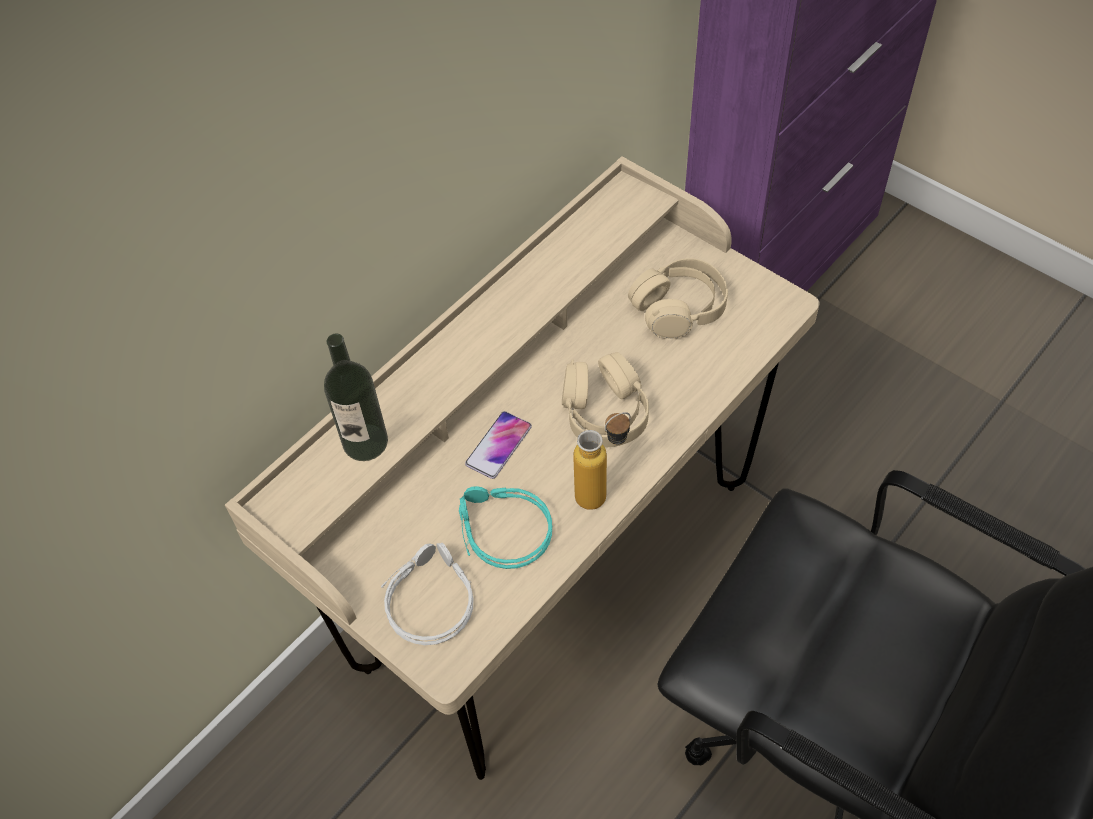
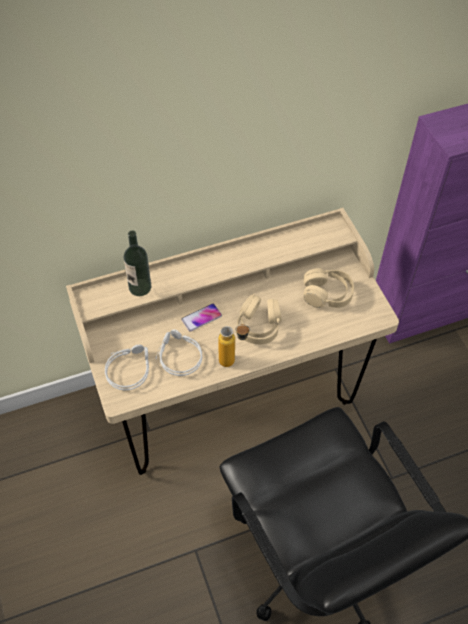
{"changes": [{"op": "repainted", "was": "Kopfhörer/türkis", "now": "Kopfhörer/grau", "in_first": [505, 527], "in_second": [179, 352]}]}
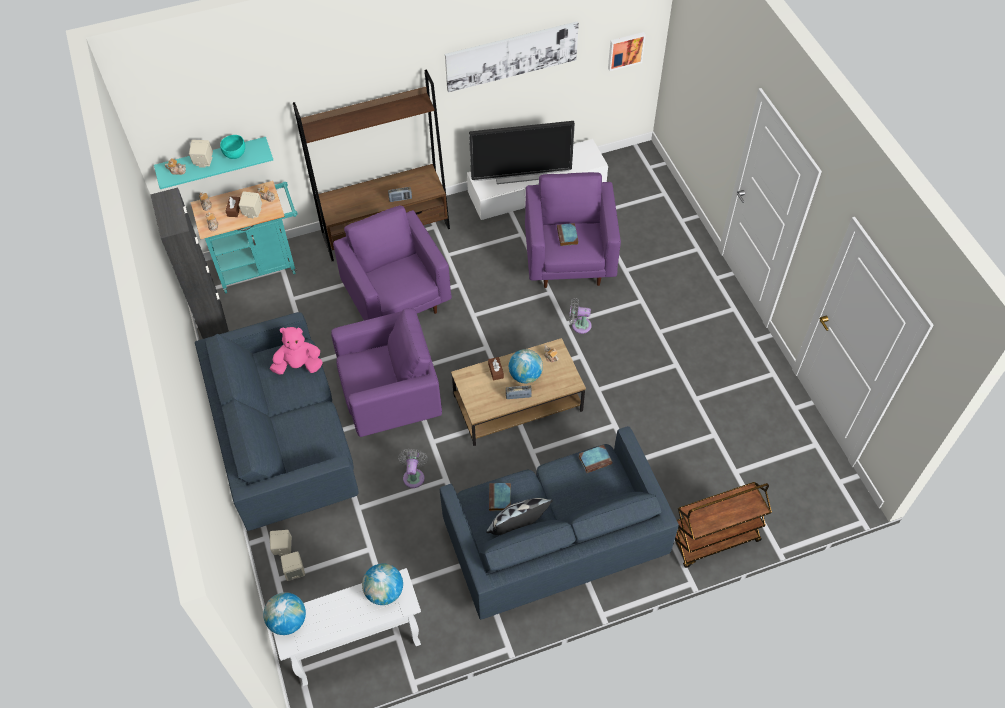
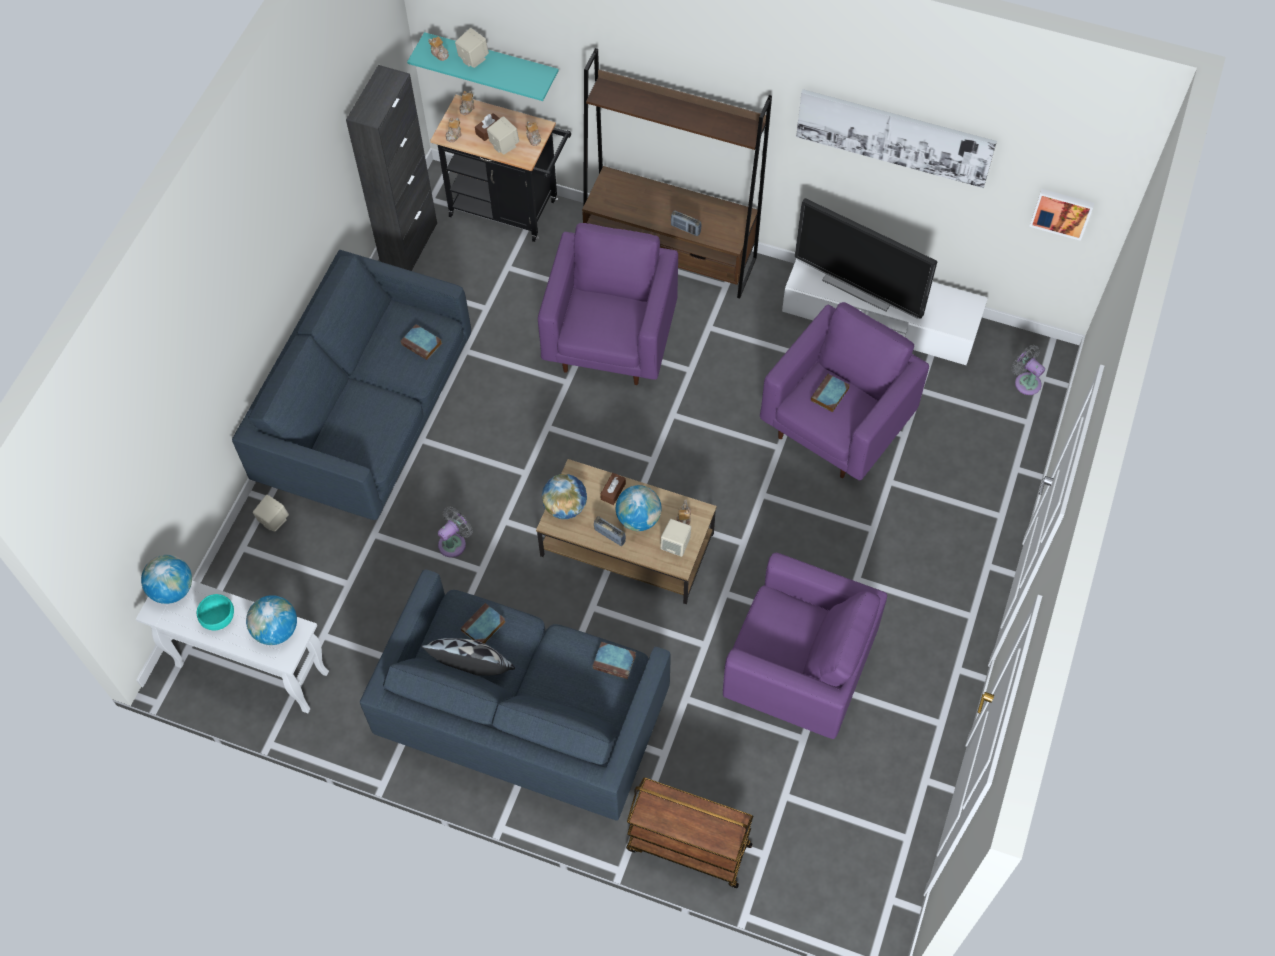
{"changes": [{"op": "shifted", "was": "Schüssel/türkis", "in_first": [232, 147], "in_second": [215, 612]}, {"op": "repainted", "was": "Rollwagen/türkis", "now": "Rollwagen/schwarz", "in_first": [244, 237], "in_second": [500, 168]}, {"op": "shifted", "was": "Ventilator/grau", "in_first": [580, 316], "in_second": [1028, 370]}, {"op": "shifted", "was": "Sessel/lila", "in_first": [386, 372], "in_second": [805, 646]}, {"op": "swapped", "was": "Plüschtier/rosa", "now": "Buch", "in_first": [296, 351], "in_second": [421, 342]}, {"op": "shifted", "was": "Lautsprecher/beige", "in_first": [293, 566], "in_second": [675, 538]}, {"op": "new", "now": "Globus", "in_second": [564, 496]}]}
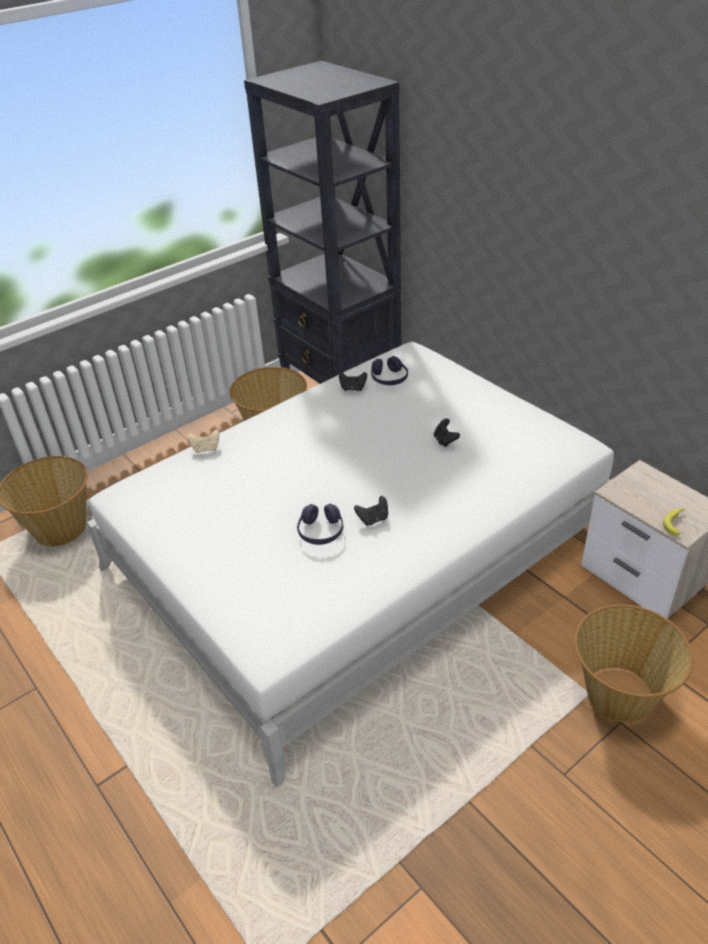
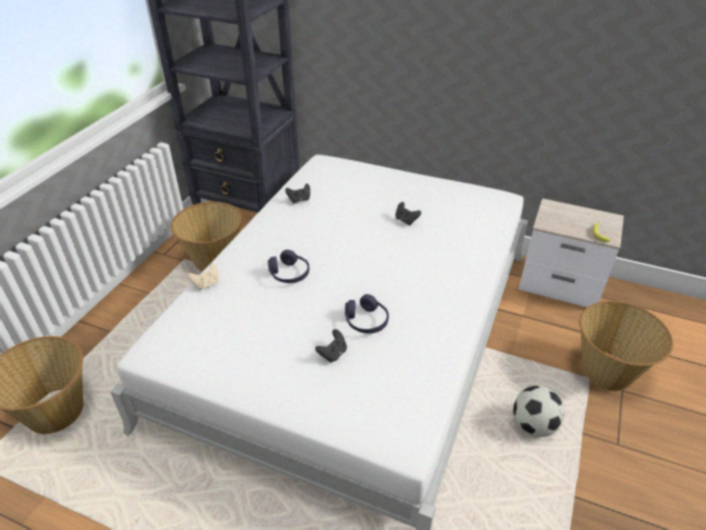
{"changes": [{"op": "shifted", "was": "Kopfhörer/lila", "in_first": [389, 370], "in_second": [288, 266]}, {"op": "shifted", "was": "Gamepad/schwarz", "in_first": [371, 511], "in_second": [331, 345]}, {"op": "new", "now": "Fußball", "in_second": [539, 411]}]}
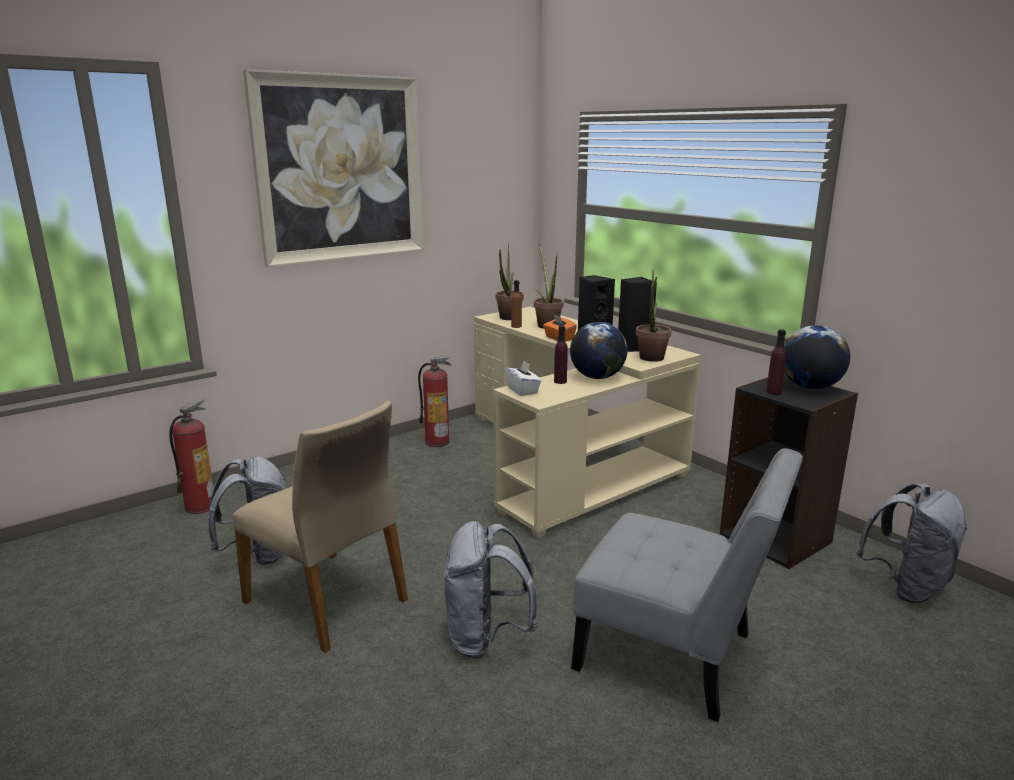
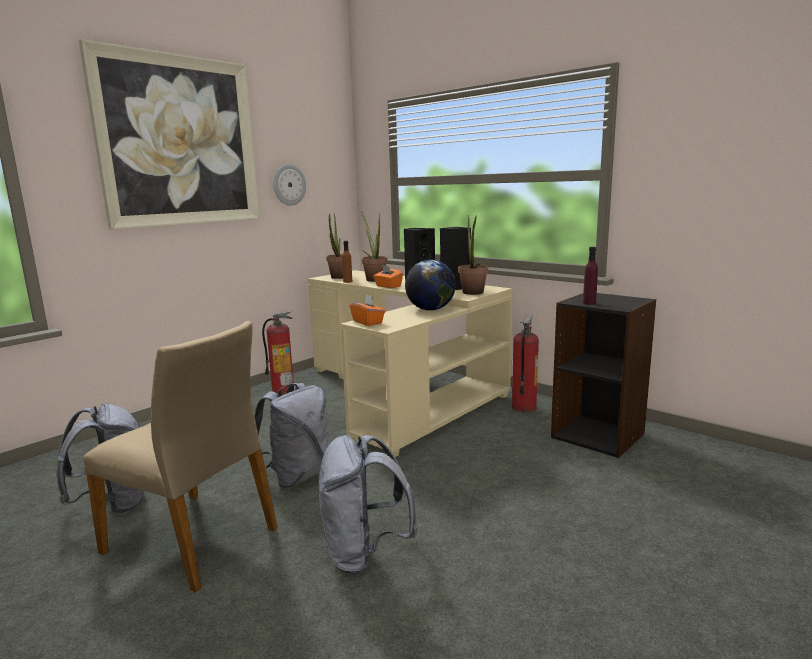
{"changes": [{"op": "gone", "was": "Globus", "in_first": [817, 357]}, {"op": "gone", "was": "Flasche/lila", "in_first": [561, 355]}, {"op": "repainted", "was": "Taschentuchbox/weiß", "now": "Taschentuchbox/orange", "in_first": [523, 378], "in_second": [367, 310]}, {"op": "shifted", "was": "Feuerlöscher", "in_first": [191, 456], "in_second": [525, 364]}, {"op": "gone", "was": "Stuhl/grau", "in_first": [687, 585]}, {"op": "shifted", "was": "Rucksack/grau", "in_first": [911, 543], "in_second": [292, 435]}, {"op": "new", "now": "Wanduhr", "in_second": [289, 185]}]}
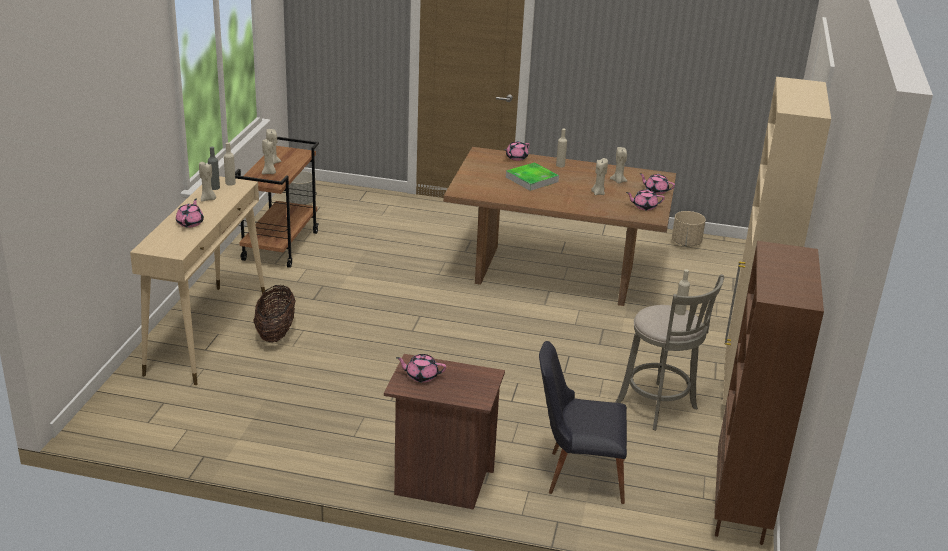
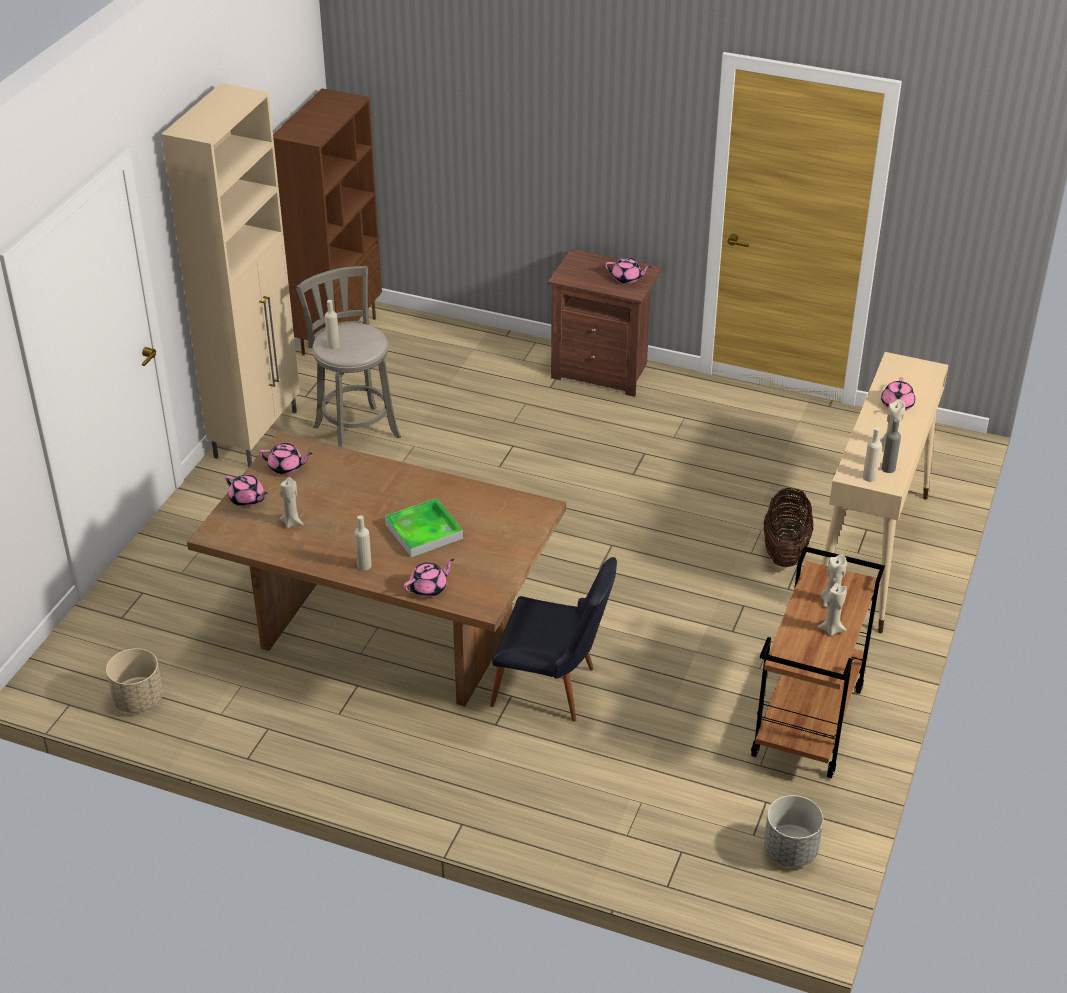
{"changes": [{"op": "gone", "was": "Kerze/beige", "in_first": [599, 176]}, {"op": "shifted", "was": "Stuhl/schwarz", "in_first": [583, 422], "in_second": [553, 639]}]}
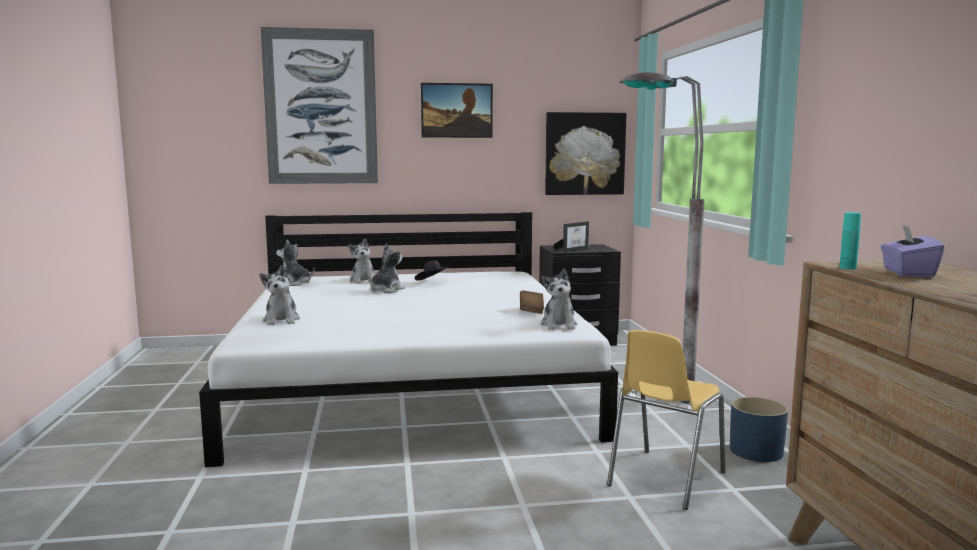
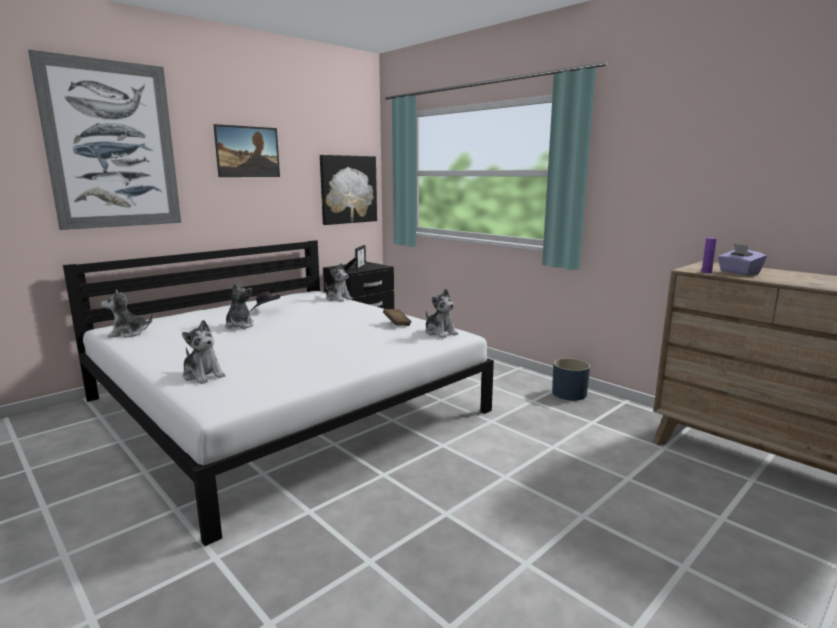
{"changes": [{"op": "gone", "was": "Stehlampe/grau", "in_first": [661, 238]}, {"op": "repainted", "was": "Flasche/türkis", "now": "Flasche/lila", "in_first": [850, 240], "in_second": [709, 255]}, {"op": "shifted", "was": "Plüschtier", "in_first": [361, 261], "in_second": [339, 282]}, {"op": "gone", "was": "Stuhl/gelb", "in_first": [666, 420]}]}
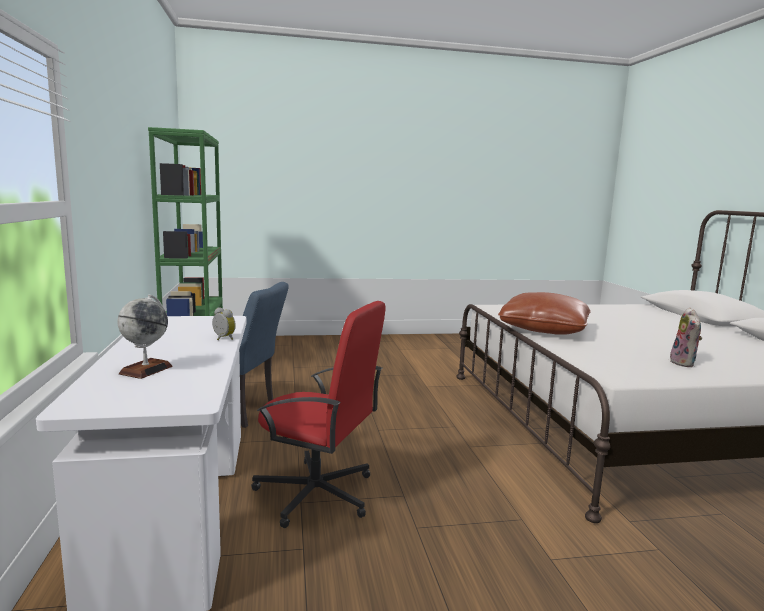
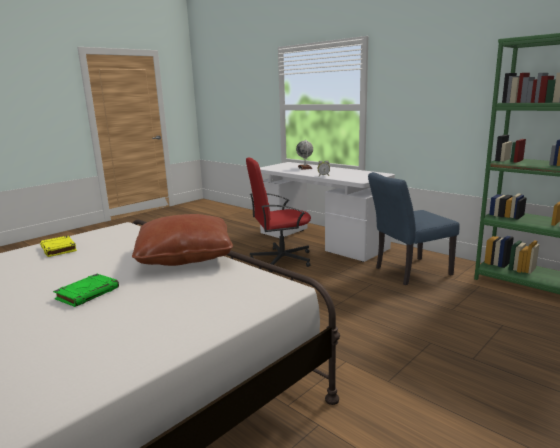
{"changes": [{"op": "swapped", "was": "Plüschtier", "now": "Buch/gelb", "in_first": [685, 337], "in_second": [58, 246]}, {"op": "new", "now": "Buch/grün", "in_second": [86, 290]}]}
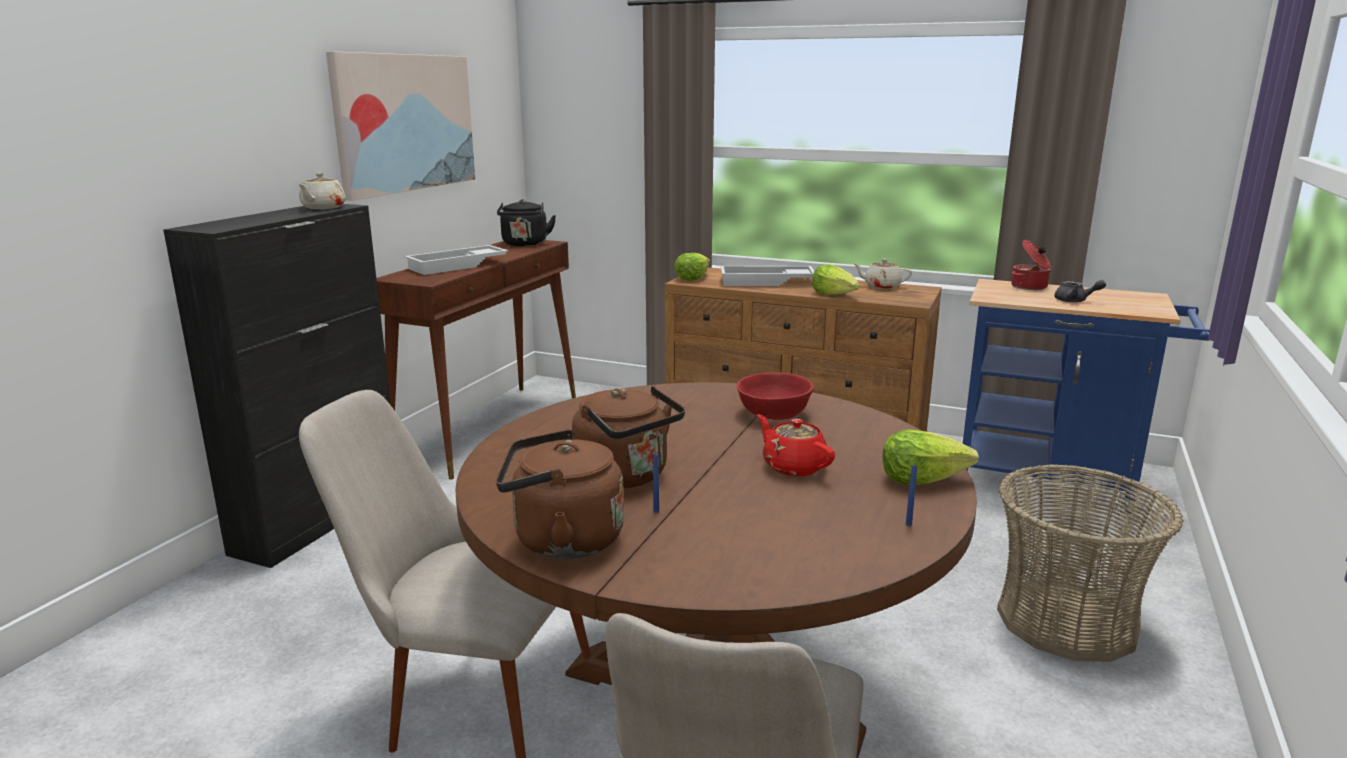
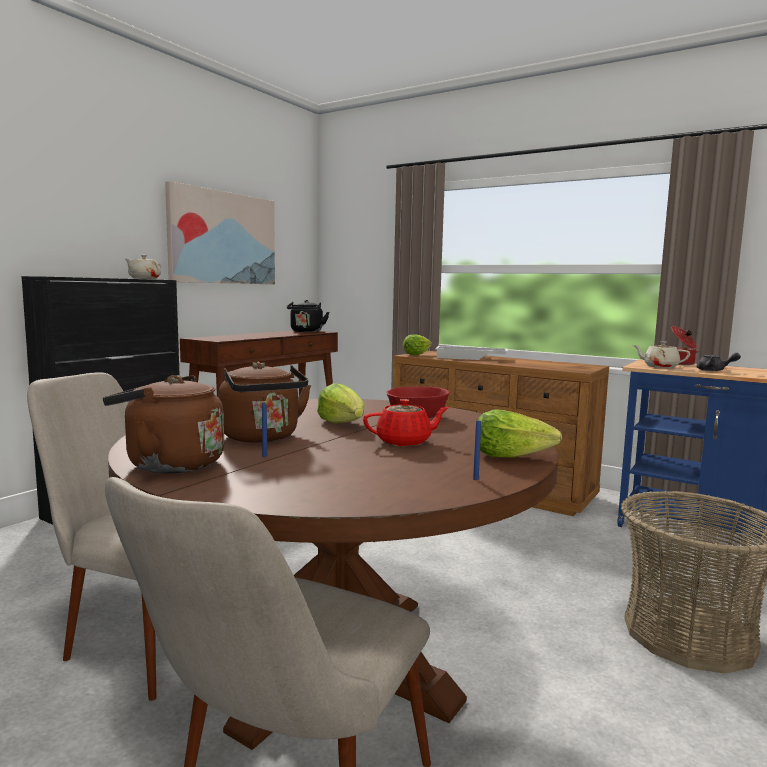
{"changes": [{"op": "gone", "was": "Tablett/weiß", "in_first": [456, 260]}, {"op": "shifted", "was": "Teekanne/beige", "in_first": [882, 274], "in_second": [661, 354]}, {"op": "shifted", "was": "Salatkopf", "in_first": [836, 279], "in_second": [341, 403]}, {"op": "rotated", "was": "Teekanne/rot", "in_first": [796, 445], "in_second": [406, 422], "clockwise": 105}]}
